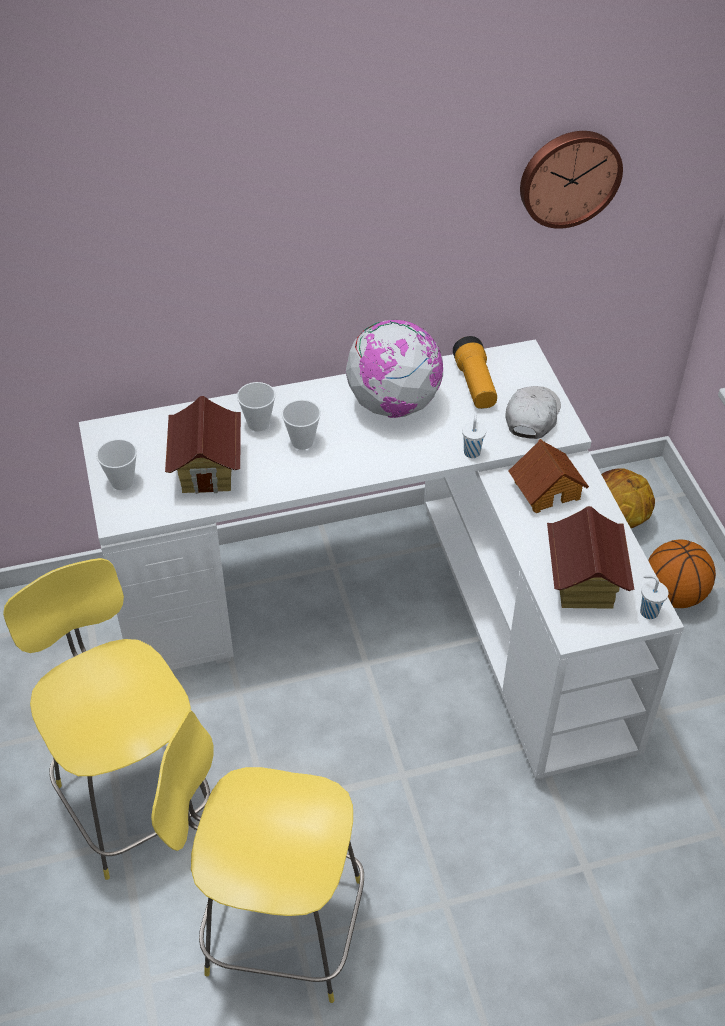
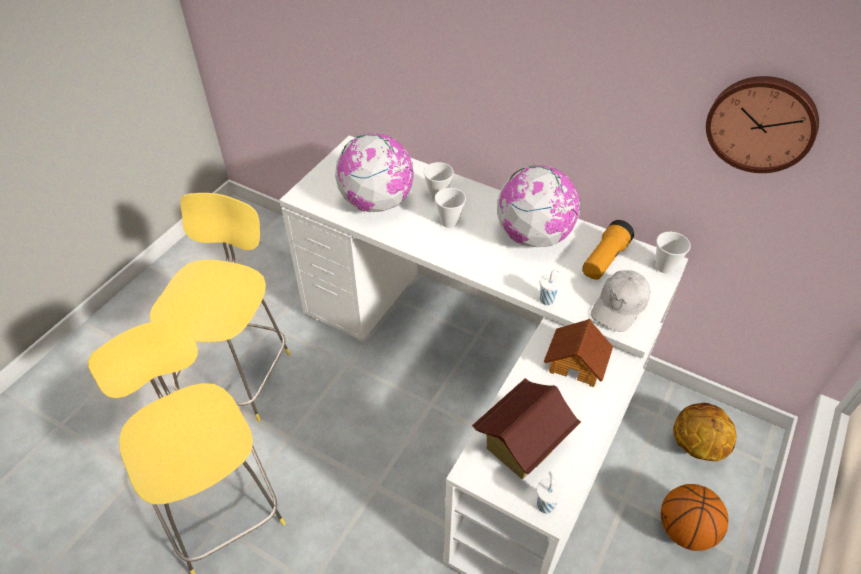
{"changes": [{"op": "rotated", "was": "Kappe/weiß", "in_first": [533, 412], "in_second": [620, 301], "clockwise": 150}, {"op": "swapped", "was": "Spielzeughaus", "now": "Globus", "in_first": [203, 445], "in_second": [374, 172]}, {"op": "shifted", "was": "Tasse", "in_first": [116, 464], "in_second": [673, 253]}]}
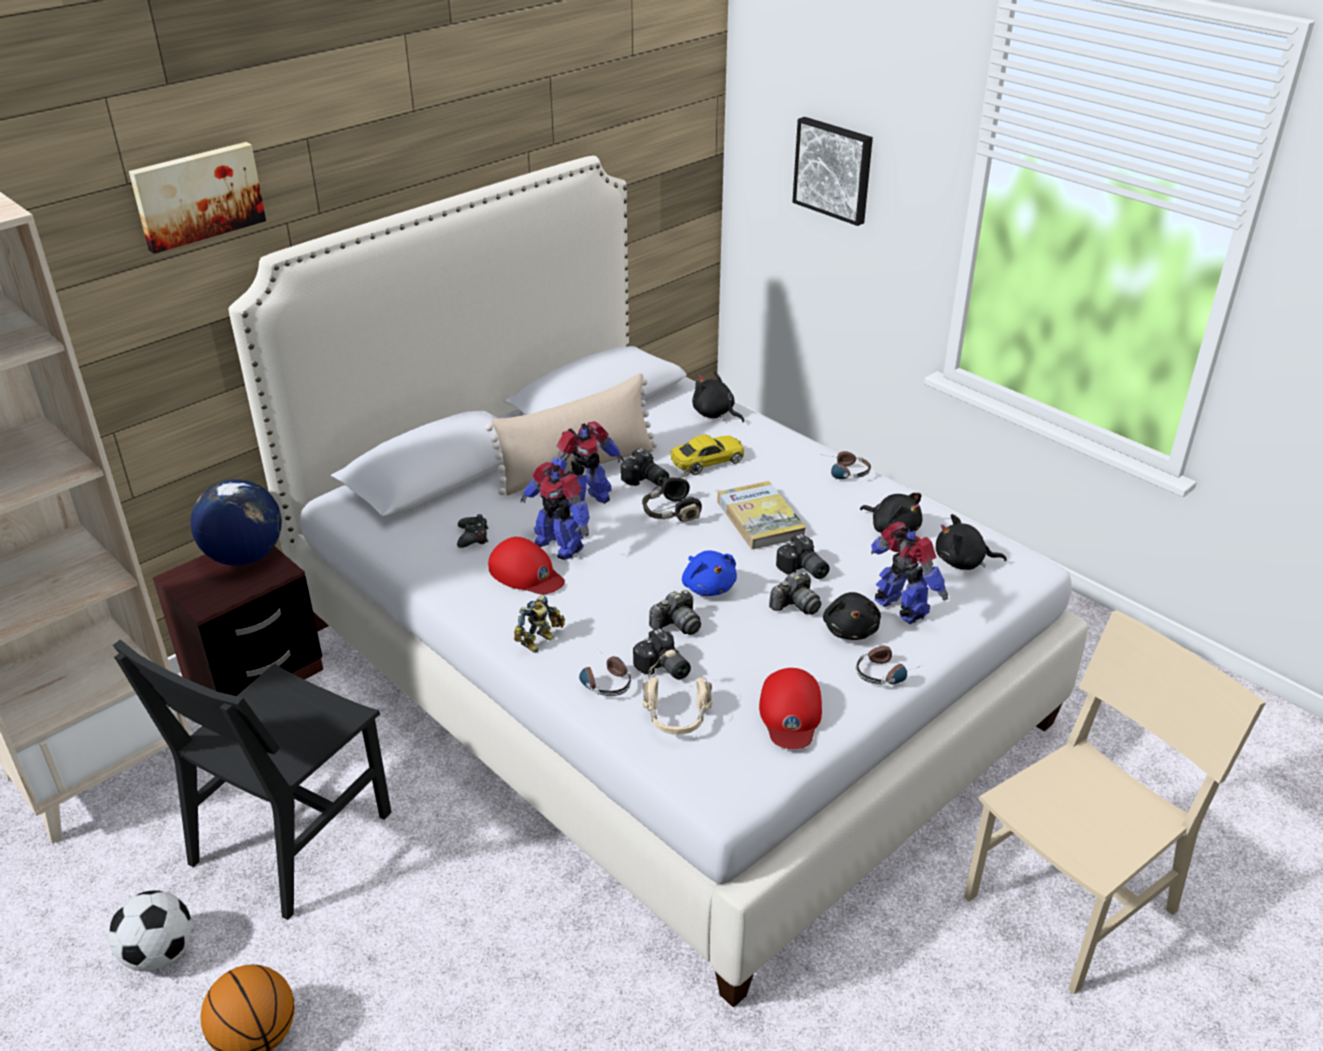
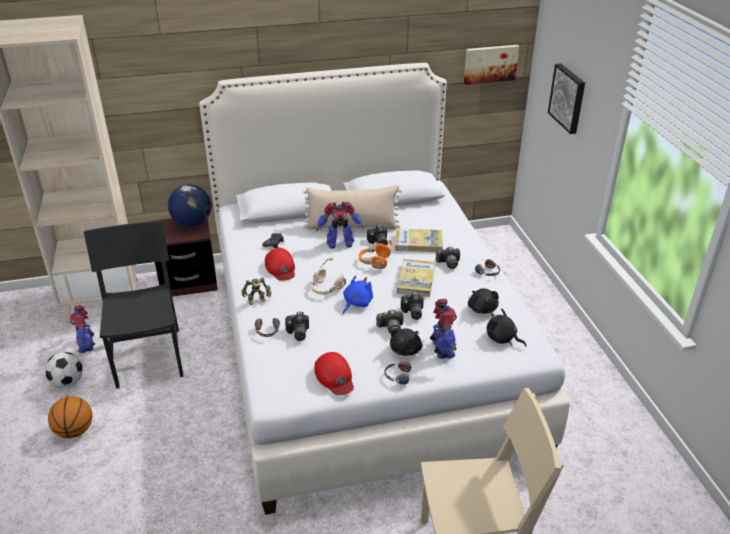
{"changes": [{"op": "shifted", "was": "Bild", "in_first": [197, 198], "in_second": [491, 65]}, {"op": "gone", "was": "Plüschtier/schwarz", "in_first": [718, 396]}, {"op": "swapped", "was": "Spielzeugauto/gelb", "now": "Buch", "in_first": [707, 455], "in_second": [419, 240]}, {"op": "shifted", "was": "Spielzeugroboter", "in_first": [555, 511], "in_second": [82, 329]}, {"op": "repainted", "was": "Kopfhörer/schwarz", "now": "Kopfhörer/orange", "in_first": [672, 493], "in_second": [375, 254]}, {"op": "rotated", "was": "Plüschtier/blau", "in_first": [709, 573], "in_second": [358, 294], "clockwise": -150}, {"op": "shifted", "was": "Kamera", "in_first": [675, 612], "in_second": [448, 258]}, {"op": "rotated", "was": "Stuhl/schwarz", "in_first": [252, 780], "in_second": [134, 304], "clockwise": 105}, {"op": "shifted", "was": "Kopfhörer/beige", "in_first": [677, 692], "in_second": [328, 276]}, {"op": "rotated", "was": "Kappe/rot", "in_first": [790, 708], "in_second": [334, 373], "clockwise": -60}]}
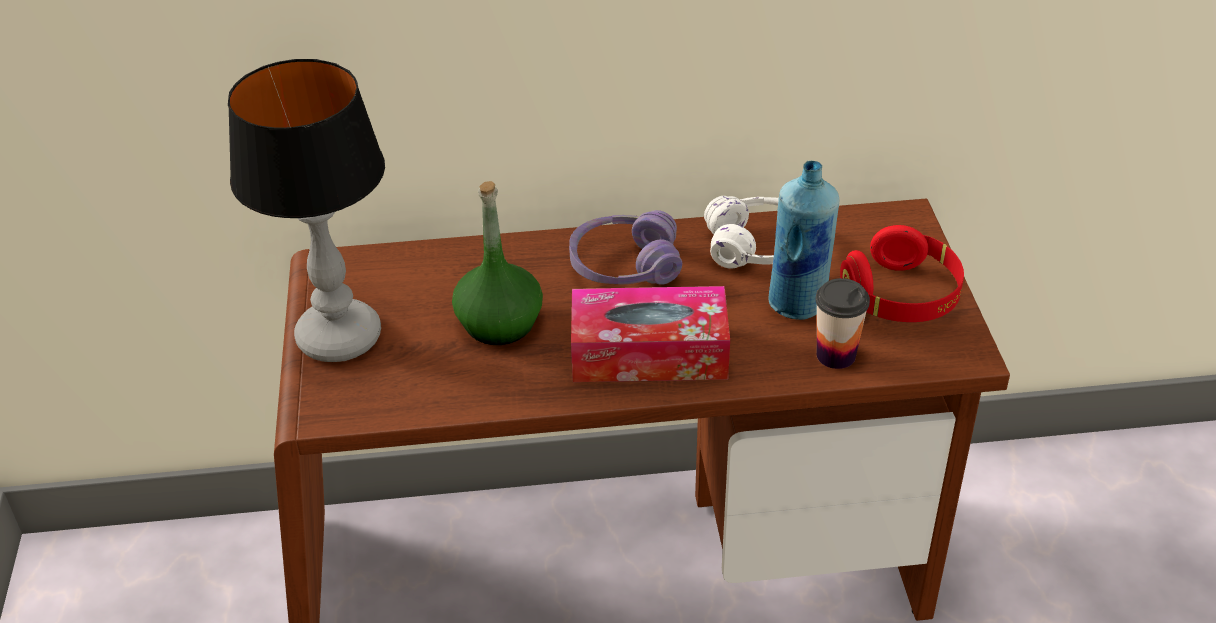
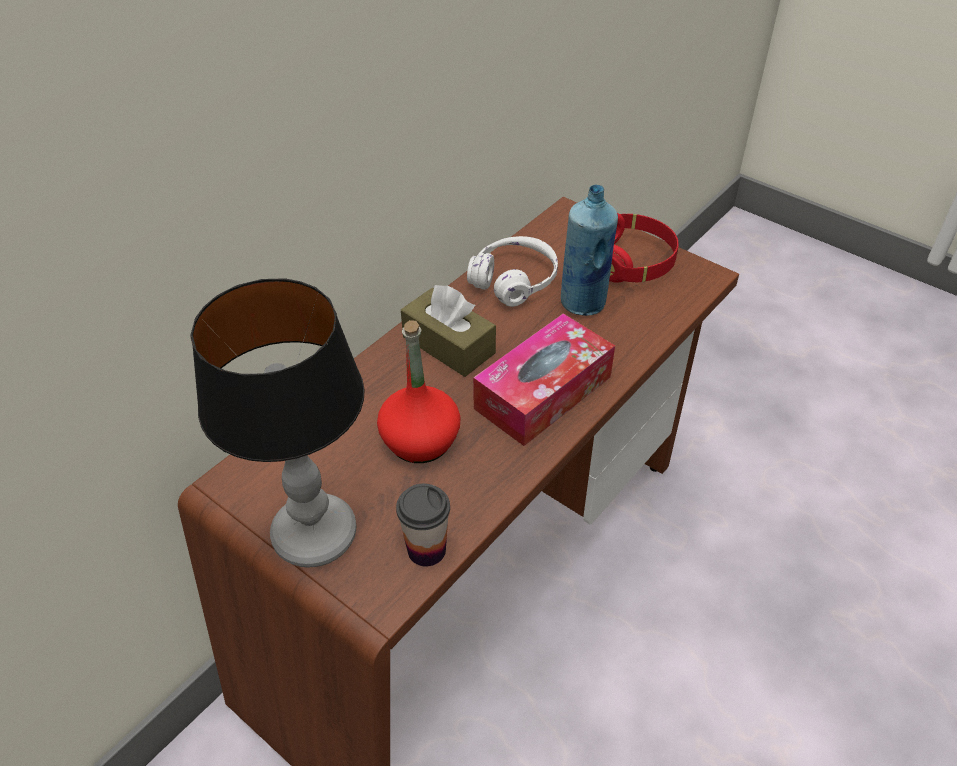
{"changes": [{"op": "repainted", "was": "Flasche/grün", "now": "Flasche/rot", "in_first": [497, 263], "in_second": [419, 391]}, {"op": "swapped", "was": "Kopfhörer/lila", "now": "Taschentuchbox/braun", "in_first": [625, 247], "in_second": [448, 331]}, {"op": "shifted", "was": "Tasse", "in_first": [843, 323], "in_second": [423, 525]}]}
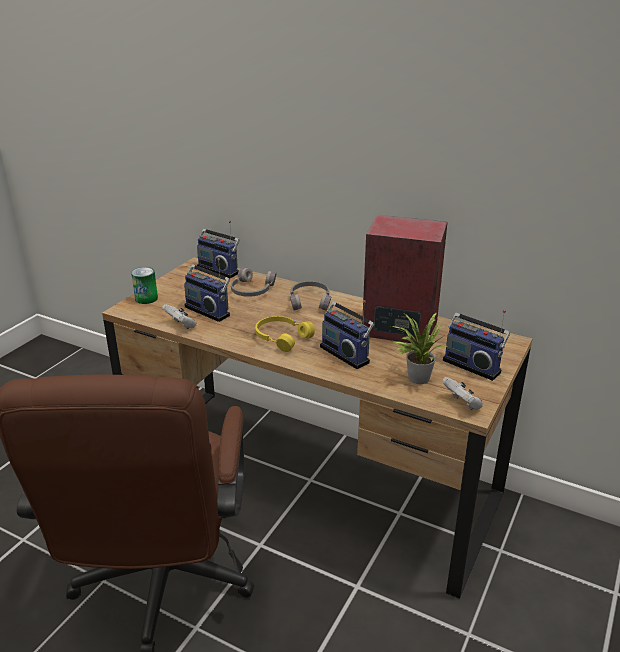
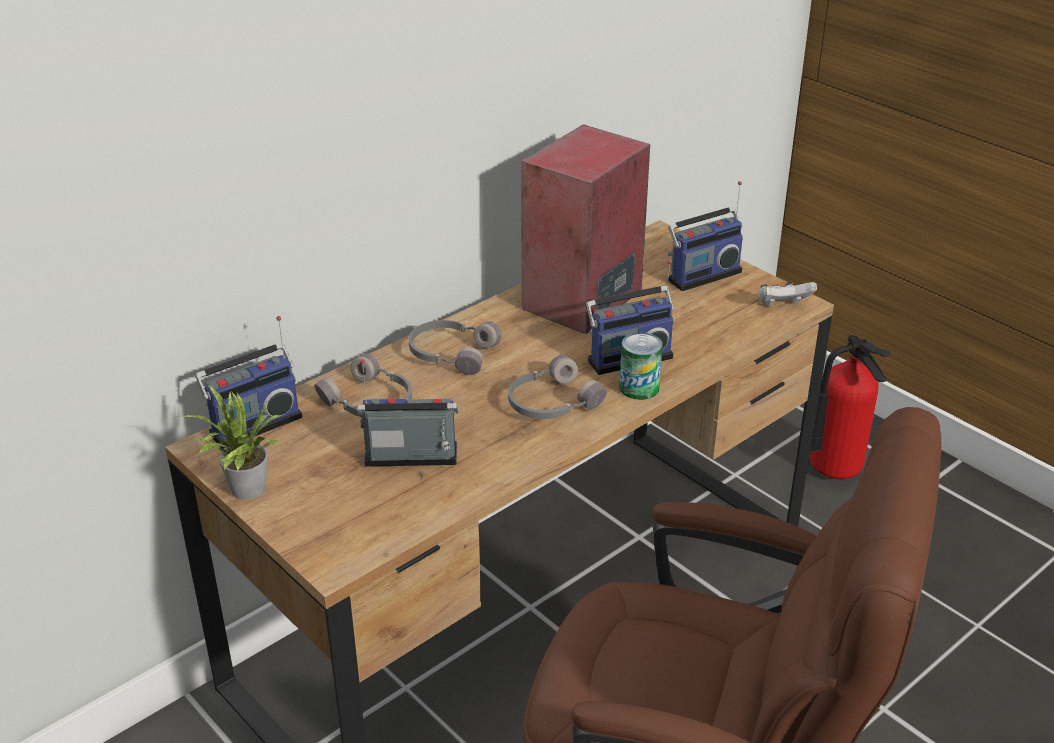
{"changes": [{"op": "rotated", "was": "Radio", "in_first": [207, 290], "in_second": [408, 413], "clockwise": -150}, {"op": "shifted", "was": "Dose", "in_first": [144, 285], "in_second": [641, 366]}, {"op": "gone", "was": "Gamepad/weiß", "in_first": [179, 316]}, {"op": "shifted", "was": "Topfpflanze", "in_first": [420, 348], "in_second": [232, 442]}, {"op": "repainted", "was": "Kopfhörer/gelb", "now": "Kopfhörer/grau", "in_first": [285, 334], "in_second": [557, 387]}, {"op": "new", "now": "Feuerlöscher", "in_second": [844, 407]}]}
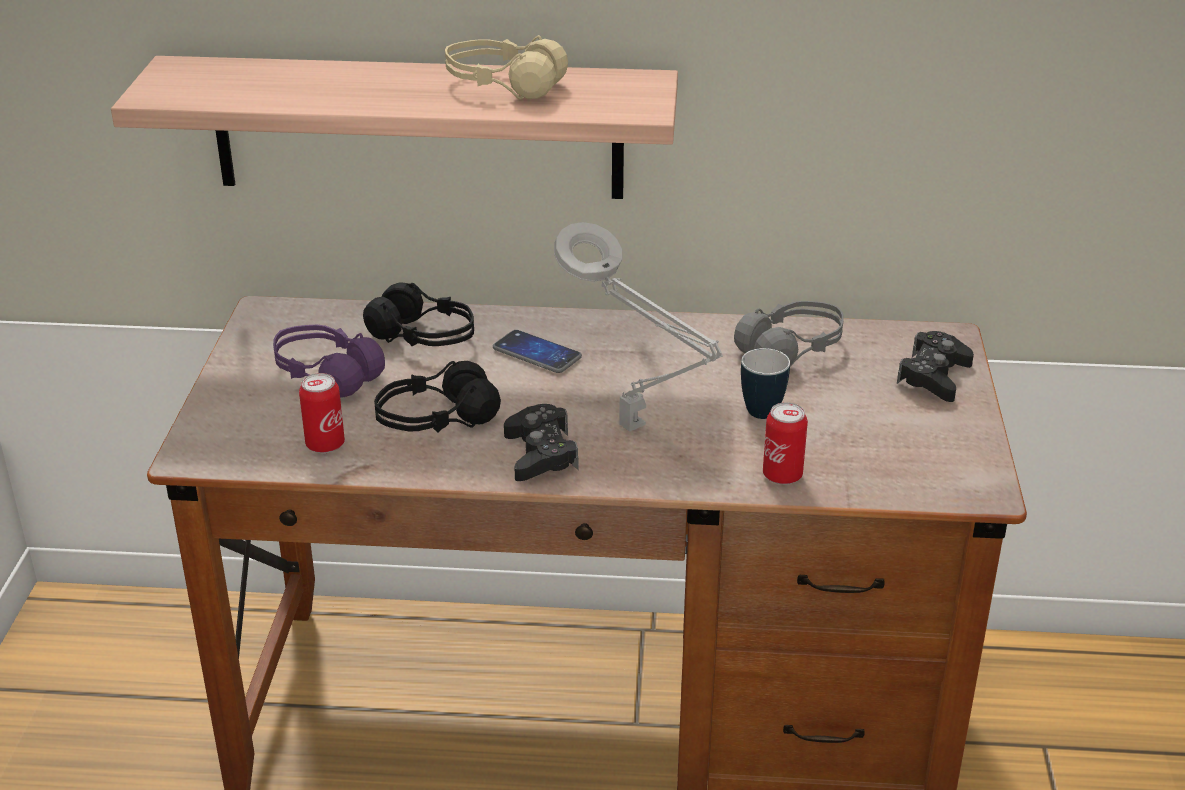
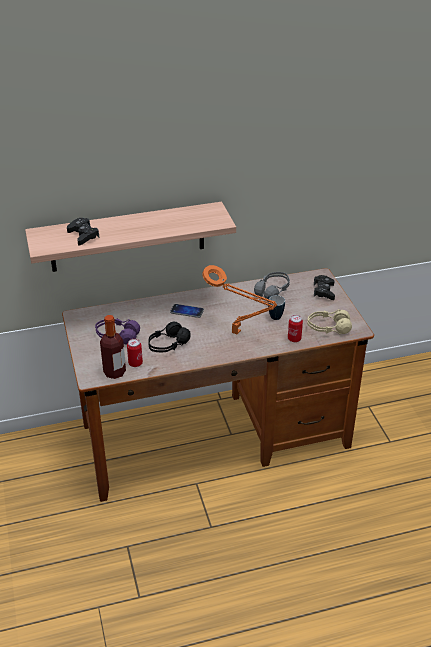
{"changes": [{"op": "shifted", "was": "Kopfhörer/beige", "in_first": [506, 67], "in_second": [329, 321]}, {"op": "repainted", "was": "Tischlampe/grau", "now": "Tischlampe/orange", "in_first": [638, 327], "in_second": [239, 300]}, {"op": "gone", "was": "Kopfhörer/schwarz", "in_first": [418, 314]}, {"op": "shifted", "was": "Gamepad/schwarz", "in_first": [541, 442], "in_second": [83, 231]}, {"op": "new", "now": "Flasche", "in_second": [113, 347]}]}
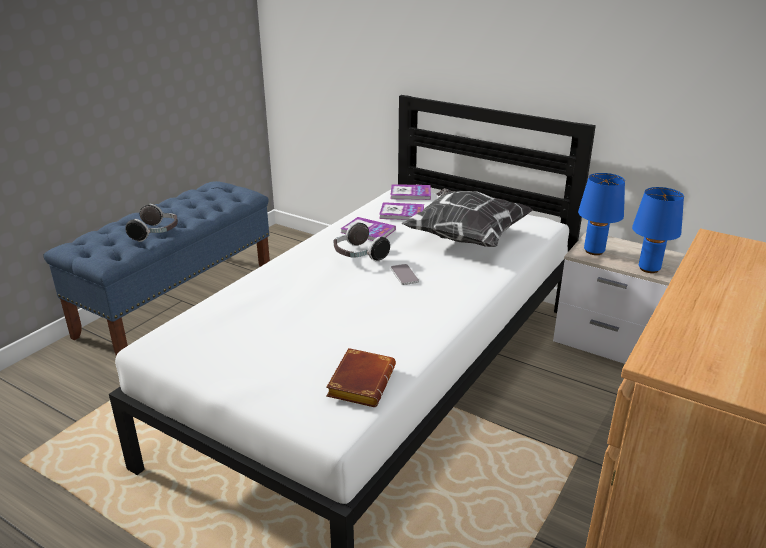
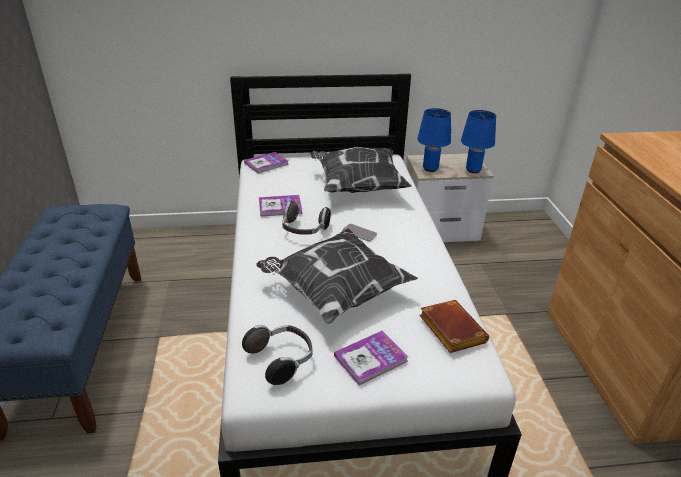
{"changes": [{"op": "shifted", "was": "Buch", "in_first": [401, 211], "in_second": [371, 358]}, {"op": "shifted", "was": "Kopfhörer", "in_first": [151, 223], "in_second": [277, 355]}, {"op": "new", "now": "Kissen", "in_second": [337, 276]}]}
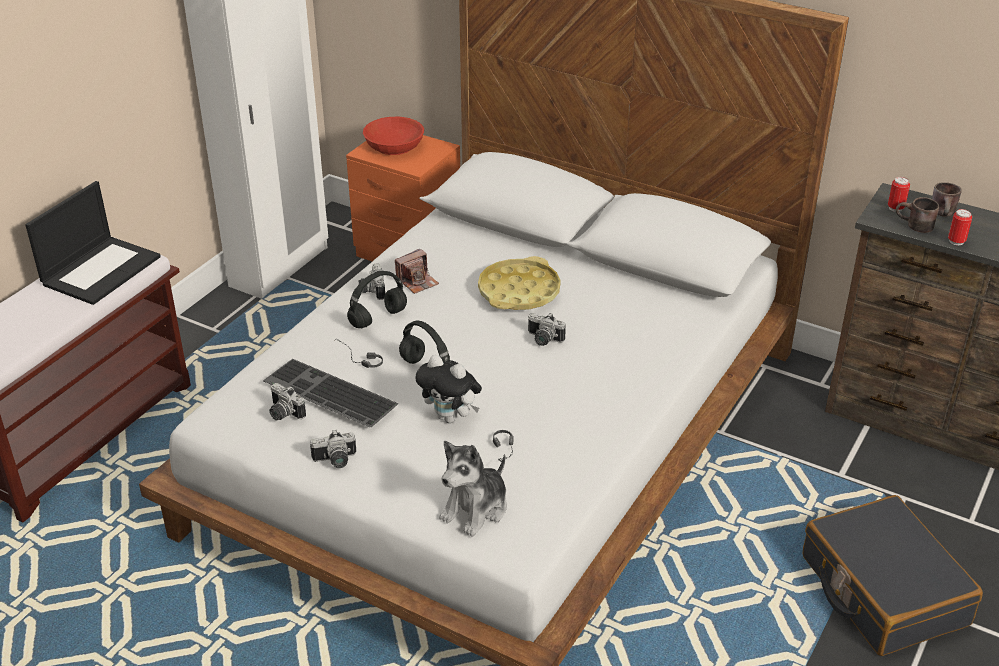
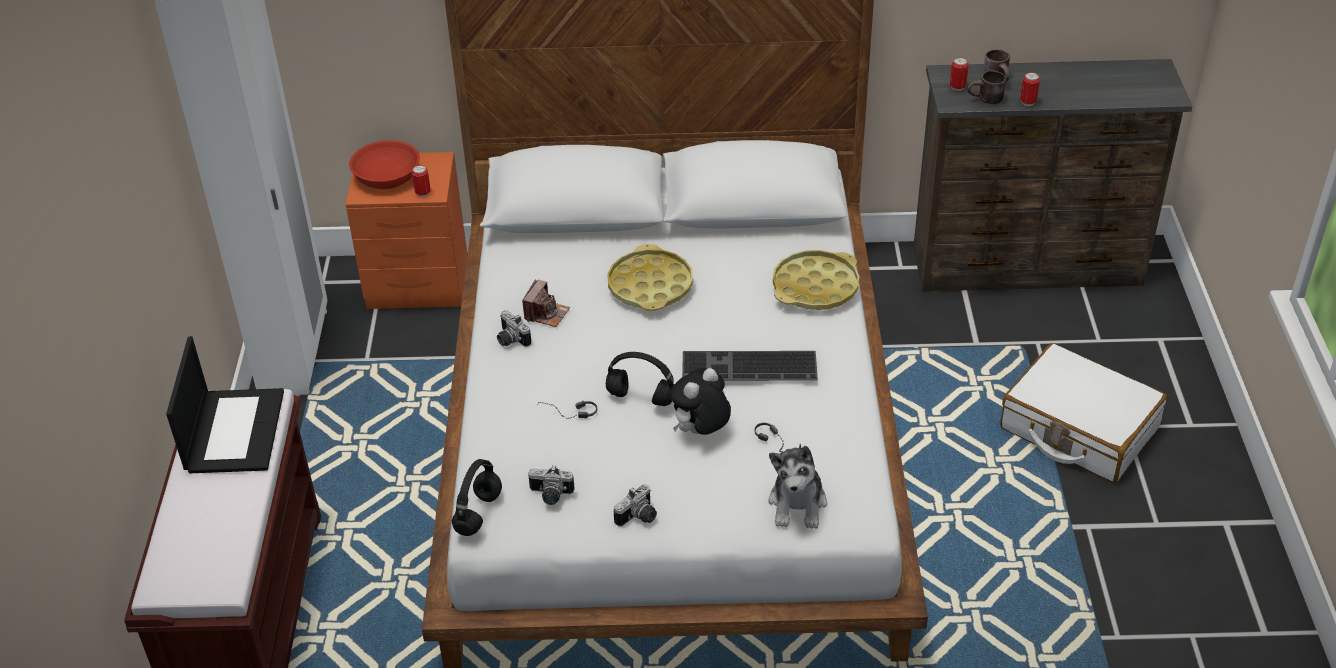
{"changes": [{"op": "shifted", "was": "Kopfhörer/schwarz", "in_first": [377, 299], "in_second": [477, 497]}, {"op": "gone", "was": "Kamera", "in_first": [547, 329]}, {"op": "rotated", "was": "Plüschtier", "in_first": [448, 389], "in_second": [700, 401], "clockwise": 135}, {"op": "shifted", "was": "Tastatur", "in_first": [330, 393], "in_second": [750, 366]}, {"op": "repainted", "was": "Koffer/schwarz", "now": "Koffer/weiß", "in_first": [893, 575], "in_second": [1083, 413]}, {"op": "new", "now": "Dose", "in_second": [421, 181]}, {"op": "new", "now": "Tablett/gelb", "in_second": [816, 280]}]}
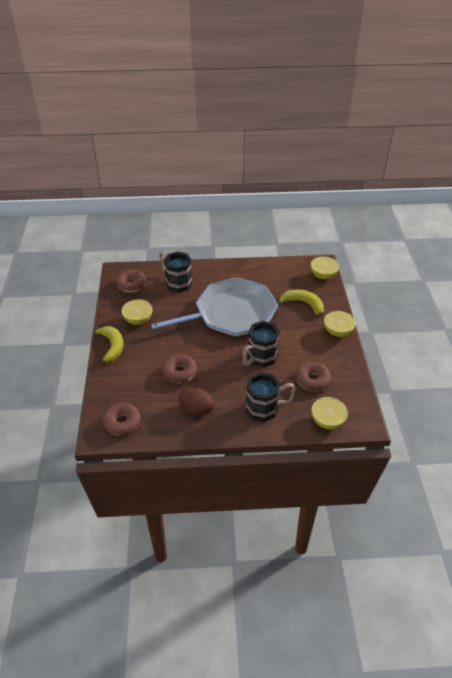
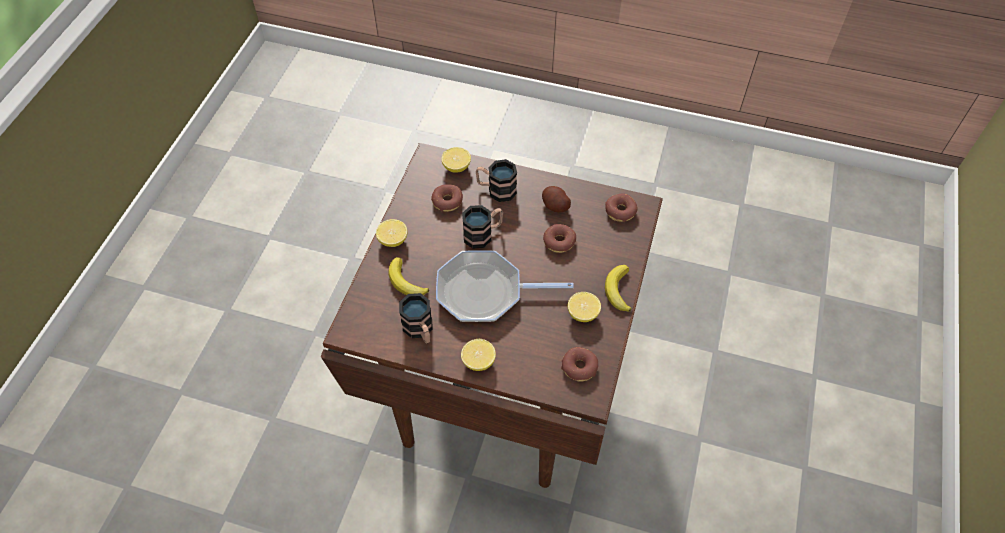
{"changes": [{"op": "shifted", "was": "Henkelbecher", "in_first": [176, 272], "in_second": [415, 318]}, {"op": "shifted", "was": "Zitrone", "in_first": [325, 268], "in_second": [478, 355]}]}
